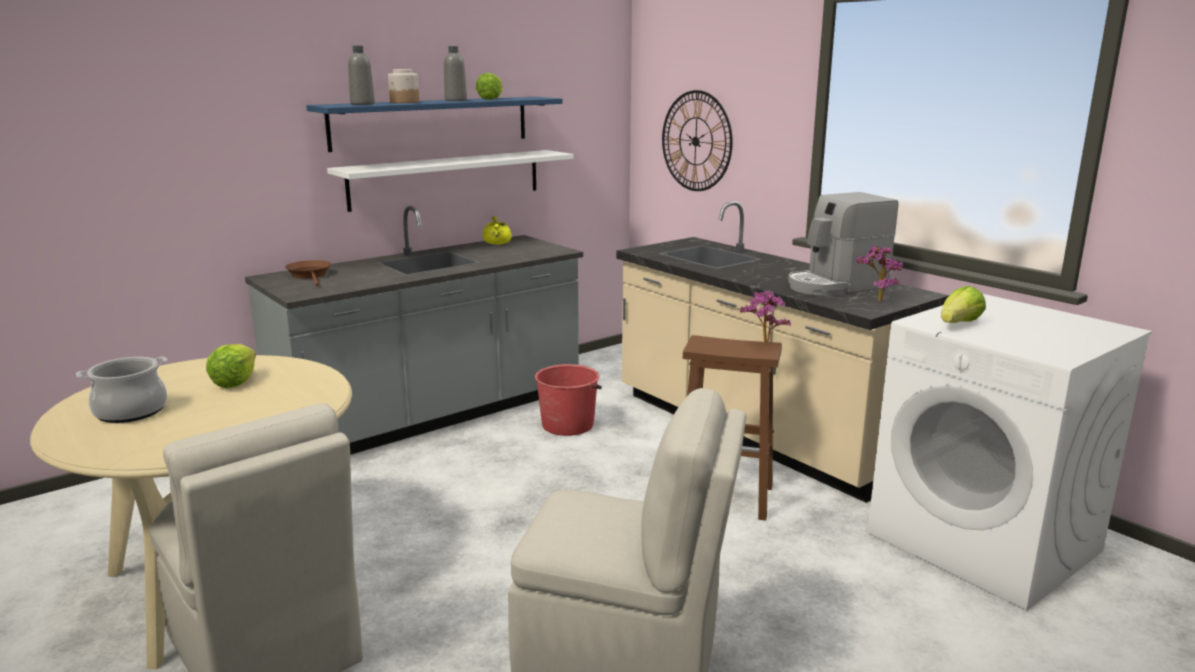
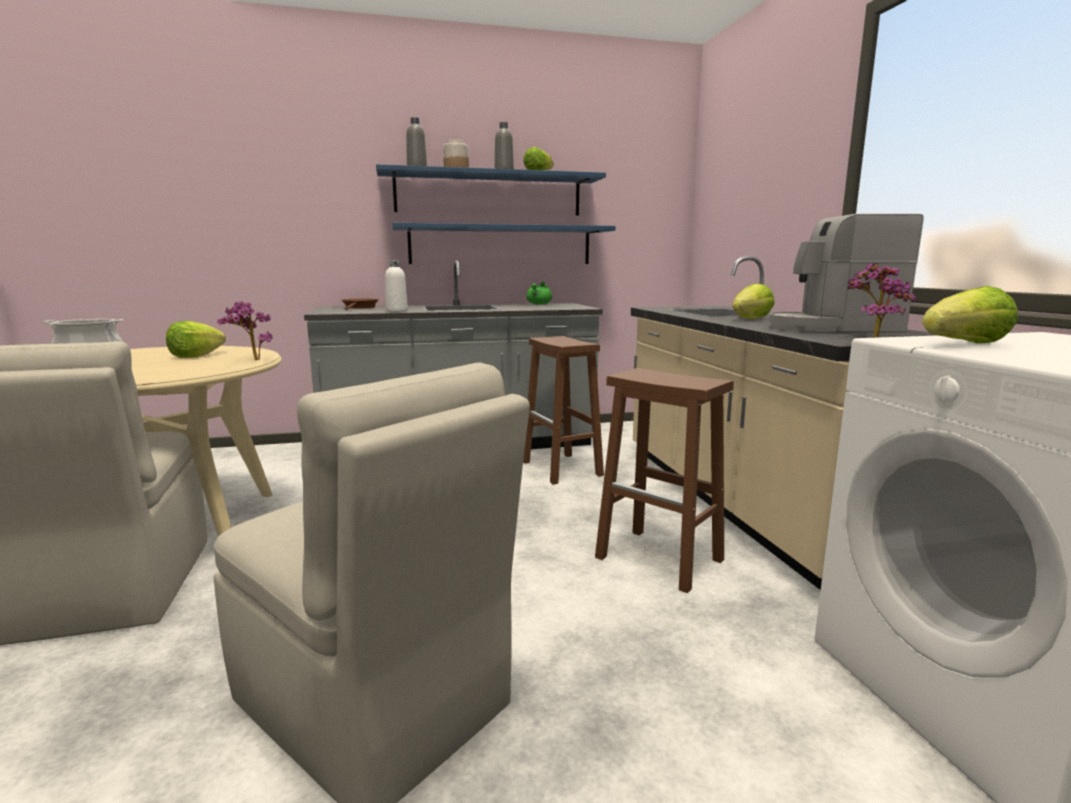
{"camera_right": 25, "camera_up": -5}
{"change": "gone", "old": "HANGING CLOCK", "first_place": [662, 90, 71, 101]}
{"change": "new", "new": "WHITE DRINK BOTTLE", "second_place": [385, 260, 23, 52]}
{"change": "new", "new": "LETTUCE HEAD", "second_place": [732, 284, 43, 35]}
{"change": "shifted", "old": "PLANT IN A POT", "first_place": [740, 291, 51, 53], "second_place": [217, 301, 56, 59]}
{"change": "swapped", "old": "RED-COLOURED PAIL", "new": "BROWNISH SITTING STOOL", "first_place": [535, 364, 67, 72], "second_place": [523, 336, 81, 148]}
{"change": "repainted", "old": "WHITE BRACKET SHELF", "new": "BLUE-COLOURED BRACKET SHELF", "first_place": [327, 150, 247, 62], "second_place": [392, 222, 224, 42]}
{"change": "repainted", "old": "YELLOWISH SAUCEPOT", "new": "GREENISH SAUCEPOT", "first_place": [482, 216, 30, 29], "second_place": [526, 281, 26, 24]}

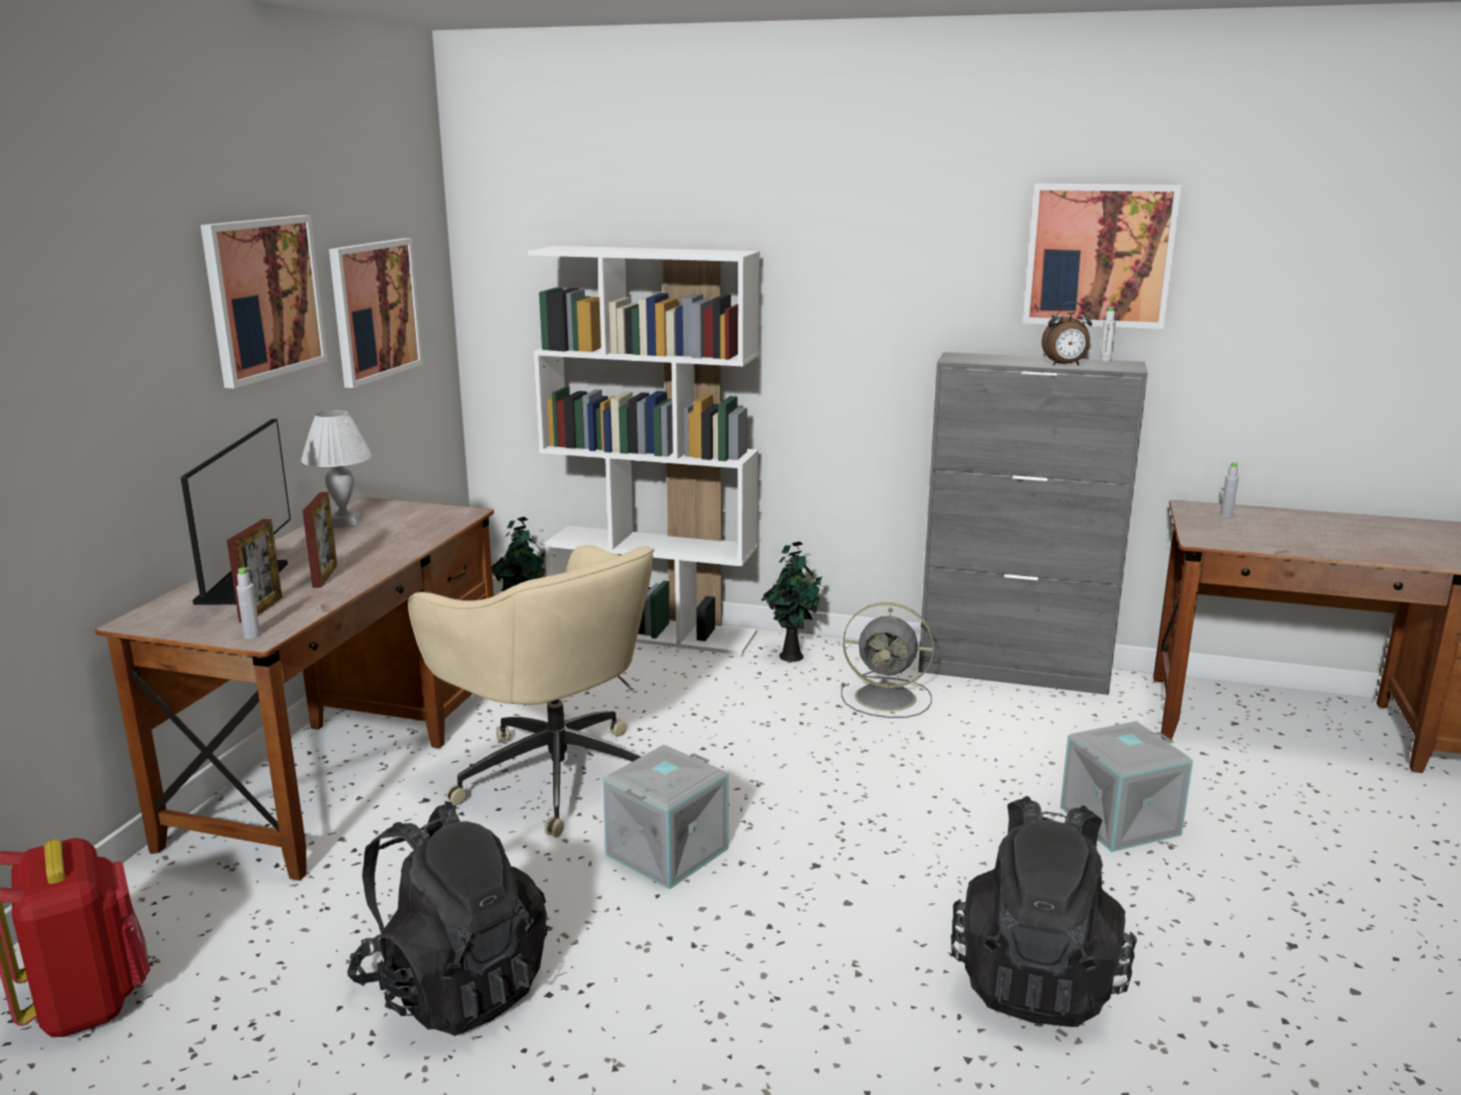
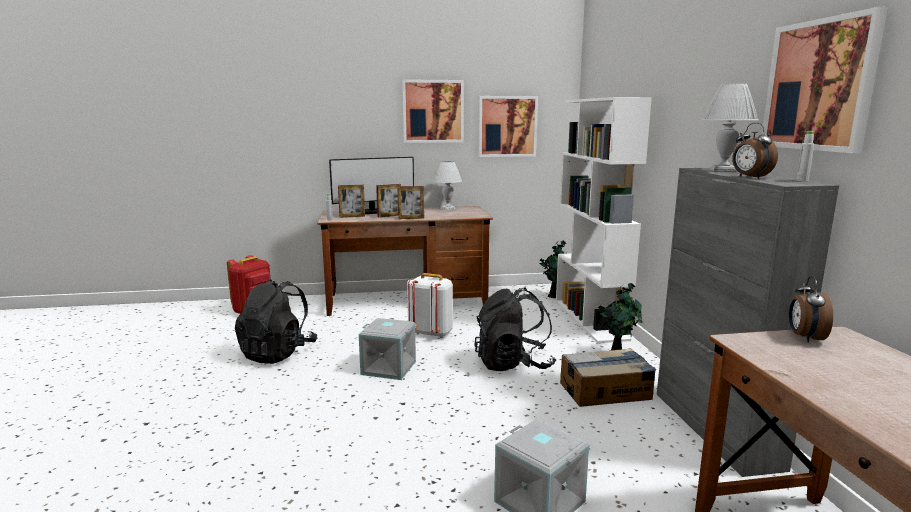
{"camera_right": 65, "camera_up": -5}
{"change": "gone", "old": "GREY DRINK BOTTLE", "first_place": [1220, 462, 19, 55]}
{"change": "new", "new": "PHOTO FRAME", "second_place": [398, 186, 26, 33]}
{"change": "new", "new": "WHITE LAMP FOR A TABLE", "second_place": [702, 84, 56, 88]}
{"change": "new", "new": "TABLE CLOCK", "second_place": [789, 276, 44, 66]}
{"change": "shifted", "old": "BLACK RUCKSACK", "first_place": [951, 796, 186, 231], "second_place": [474, 287, 82, 84]}
{"change": "swapped", "old": "BEIGE-COLOURED COMPUTER CHAIR", "new": "WHITE RUCKSACK", "first_place": [408, 545, 246, 292], "second_place": [407, 273, 46, 65]}
{"change": "swapped", "old": "GREY FAN", "new": "CARTON", "first_place": [841, 602, 93, 116], "second_place": [560, 348, 96, 59]}

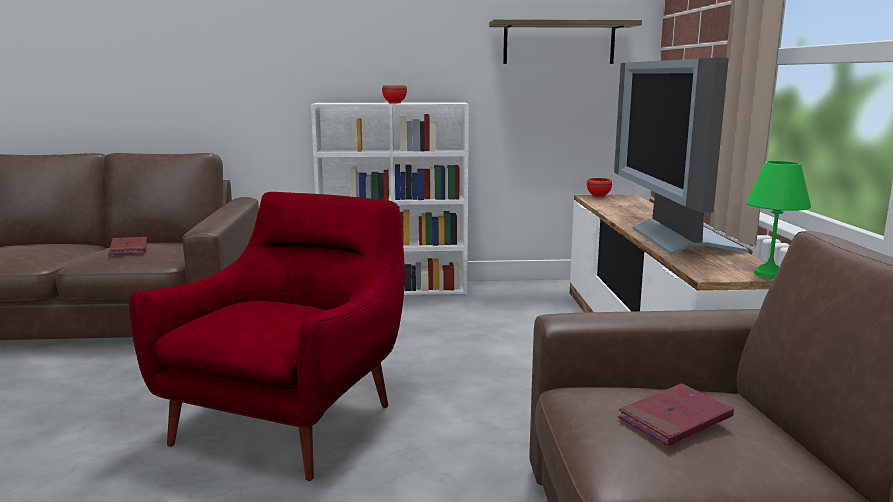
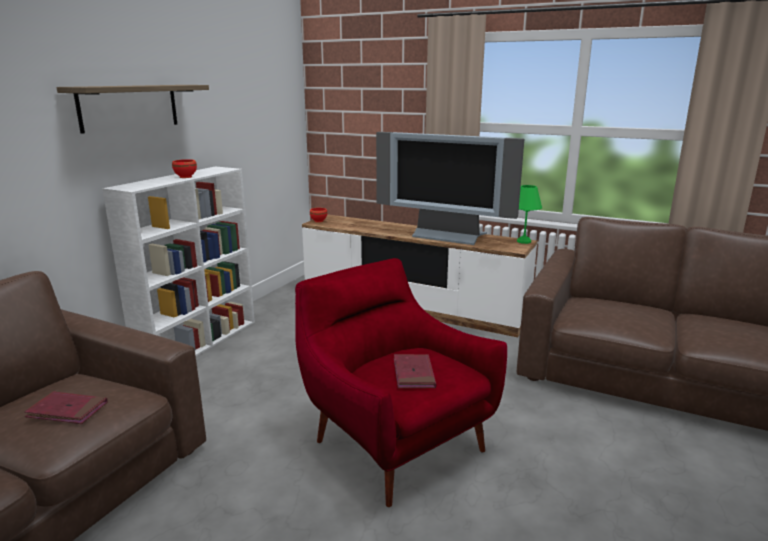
{"camera_right": -60, "camera_up": 5}
{"change": "shifted", "old": "BRACKET SHELF", "first_place": [489, 19, 153, 45], "second_place": [56, 85, 153, 49]}
{"change": "shifted", "old": "RED-COLOURED BOOK", "first_place": [618, 384, 116, 62], "second_place": [394, 354, 42, 34]}

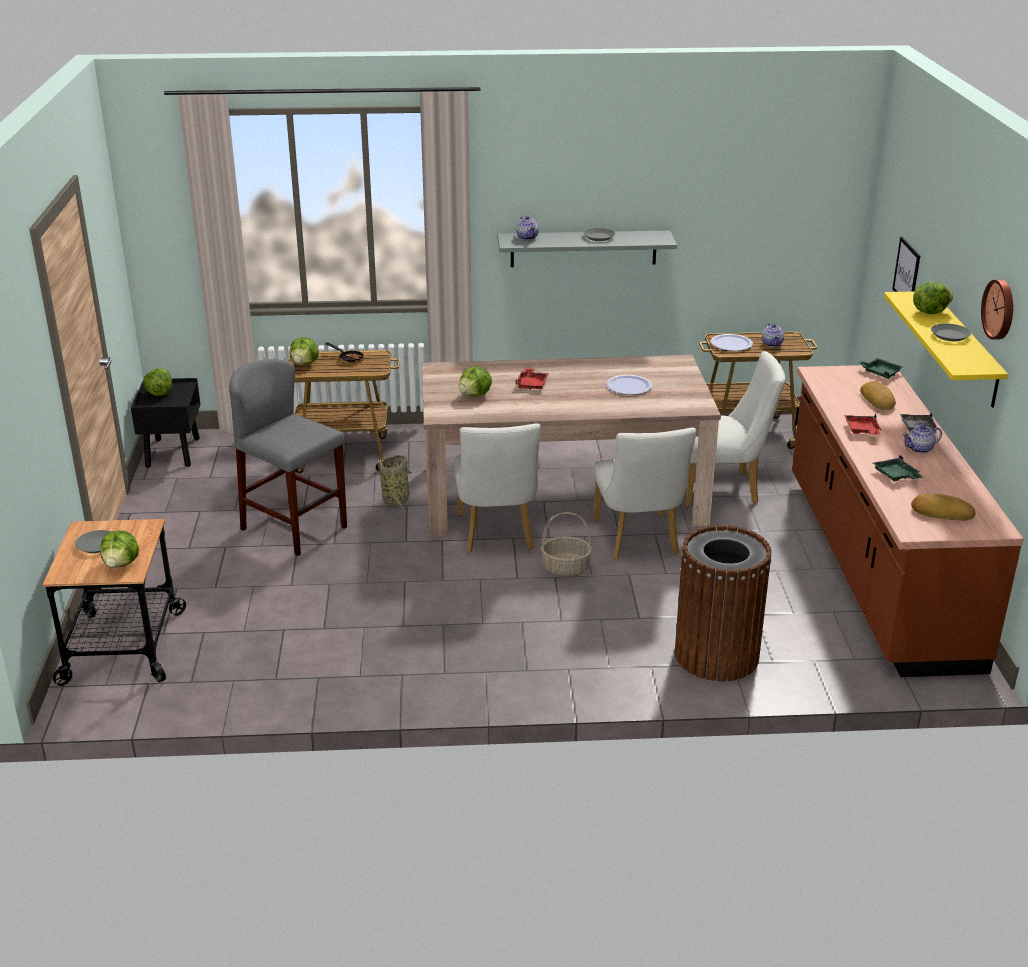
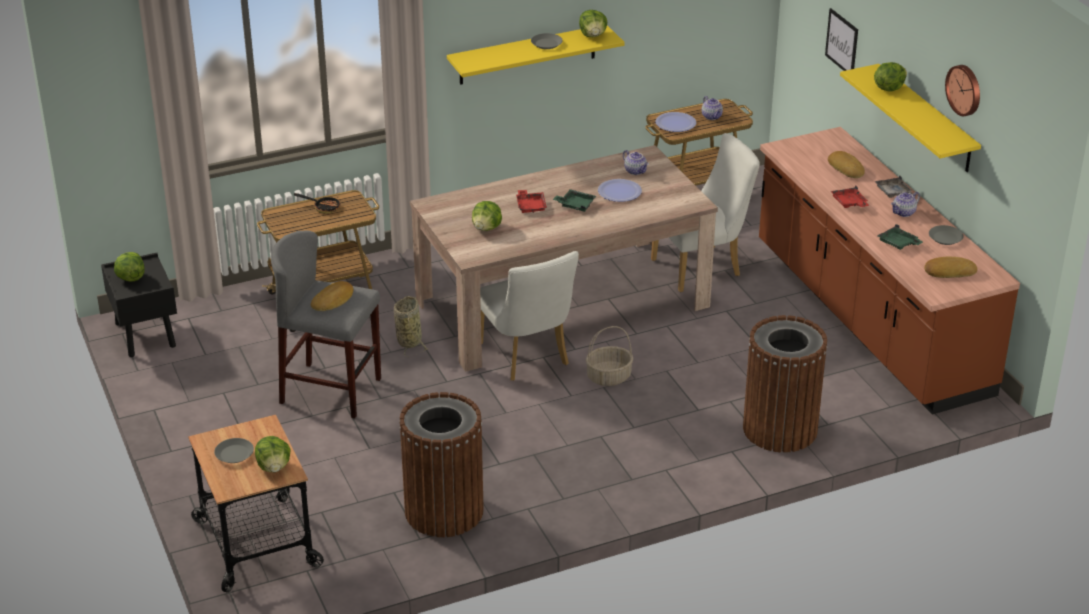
{"camera_right": -20, "camera_up": 5}
{"change": "gone", "old": "WHITE CHAIR", "first_place": [594, 427, 102, 133]}
{"change": "new", "new": "BAKED BREAD", "second_place": [311, 281, 42, 30]}
{"change": "new", "new": "BROWNISH TRASH CAN", "second_place": [399, 392, 85, 145]}
{"change": "shifted", "old": "LETTUCE HEAD", "first_place": [290, 337, 29, 28], "second_place": [579, 10, 28, 27]}
{"change": "shifted", "old": "TEA POT", "first_place": [516, 216, 23, 24], "second_place": [623, 150, 26, 25]}
{"change": "shifted", "old": "GREENISH SERVING TRAY", "first_place": [858, 358, 45, 21], "second_place": [553, 189, 43, 23]}
{"change": "shifted", "old": "GREY FLAT DISH", "first_place": [931, 323, 40, 18], "second_place": [929, 225, 35, 20]}
{"change": "repainted", "old": "GREY BRACKET SHELF", "new": "YELLOWISH BRACKET SHELF", "first_place": [498, 231, 179, 36], "second_place": [447, 25, 178, 60]}

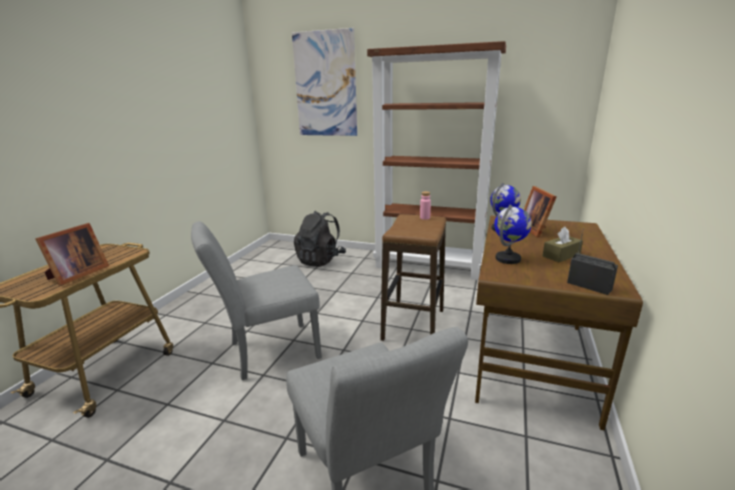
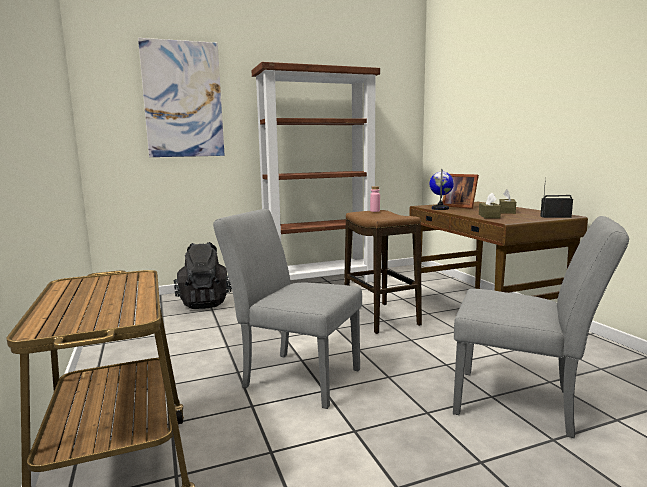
{"camera_right": -40, "camera_up": -10}
{"change": "gone", "old": "PHOTO FRAME", "first_place": [35, 223, 74, 63]}
{"change": "swapped", "old": "DESK GLOBE", "new": "BROWNISH BOX OF TISSUES", "first_place": [494, 204, 38, 60], "second_place": [479, 193, 22, 26]}
{"change": "rotated", "old": "GREY CHAIR", "first_place": [191, 221, 131, 159], "second_place": [213, 209, 149, 200], "degrees": 90}

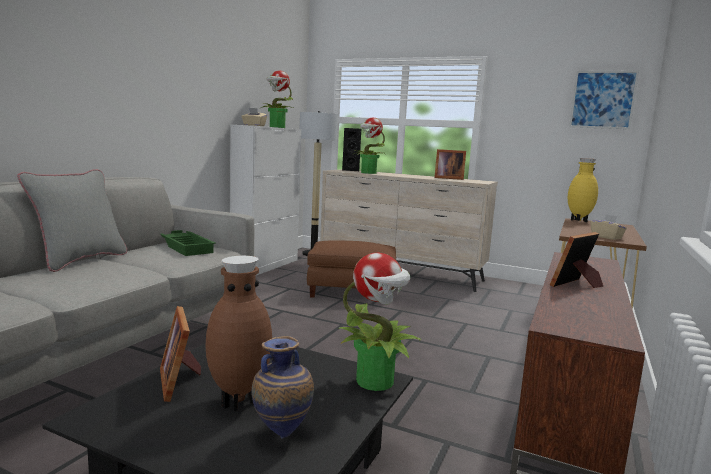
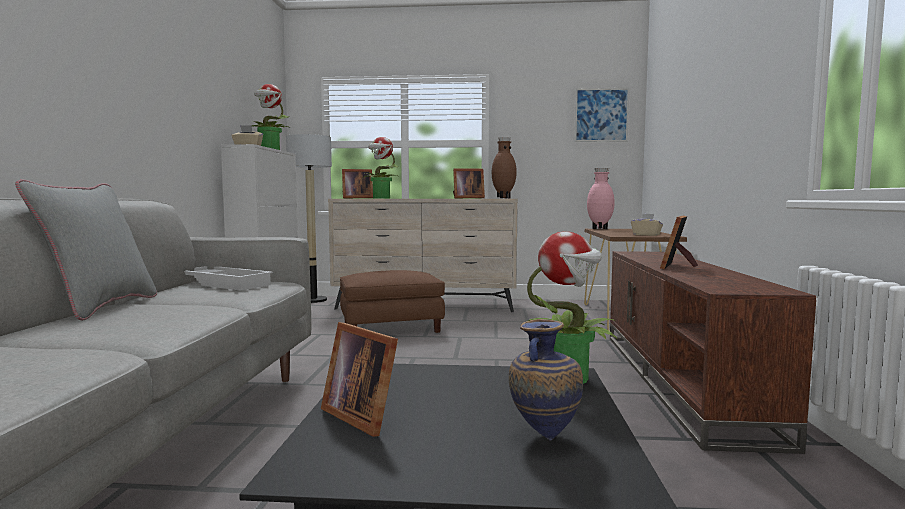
{"camera_right": -20, "camera_up": -5}
{"change": "shifted", "old": "BROWNISH DECORATIVE VASE", "first_place": [205, 256, 67, 155], "second_place": [492, 137, 25, 61]}
{"change": "swapped", "old": "BLACK AUDIO SPEAKER", "new": "PHOTO FRAME", "first_place": [342, 128, 19, 43], "second_place": [342, 169, 31, 29]}
{"change": "repainted", "old": "GREENISH SERVING TRAY", "new": "WHITE SERVING TRAY", "first_place": [160, 230, 56, 26], "second_place": [184, 267, 89, 24]}
{"change": "repainted", "old": "YELLOWISH DECORATIVE VASE", "new": "PINK DECORATIVE VASE", "first_place": [568, 158, 30, 64], "second_place": [587, 168, 28, 61]}

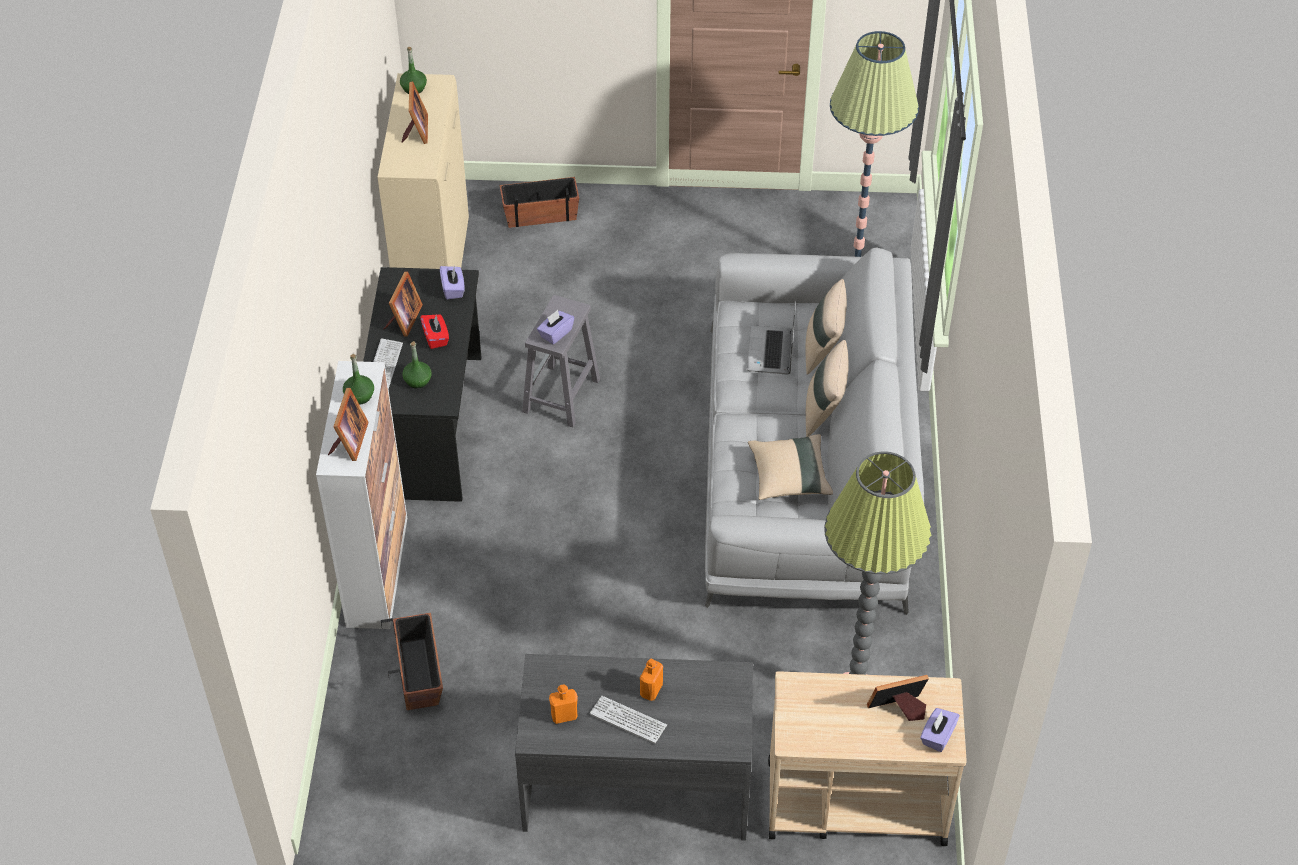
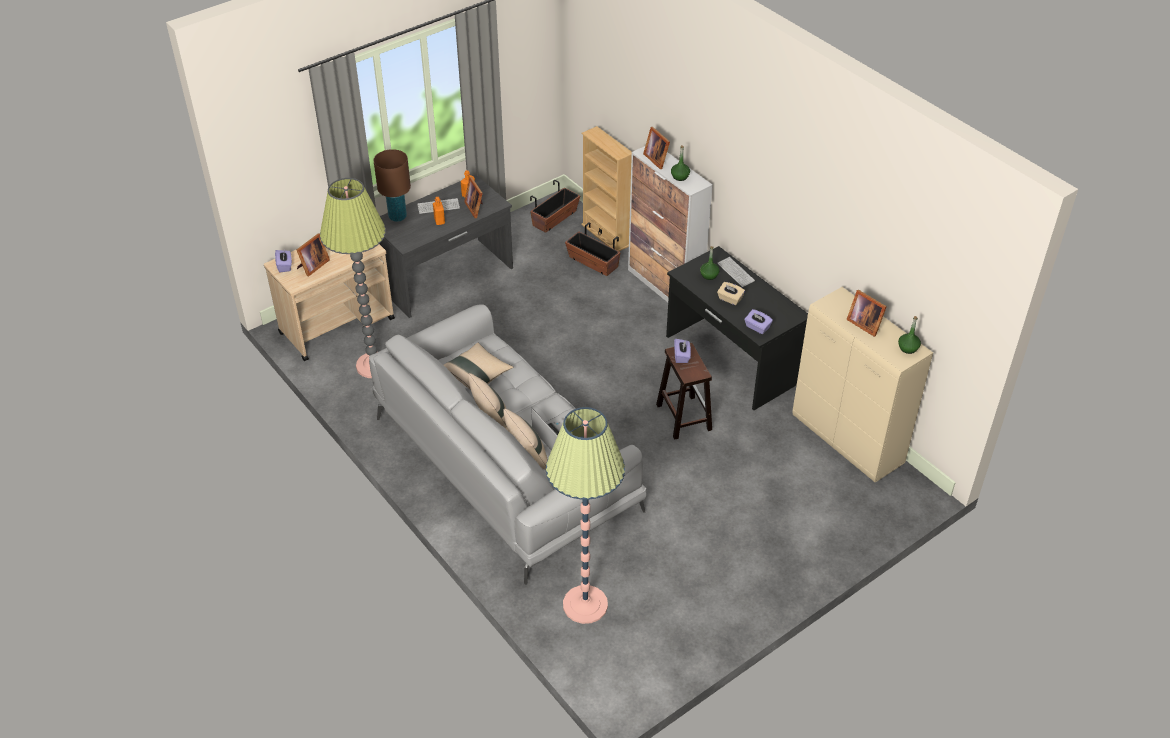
{"camera_right": 140, "camera_up": -5}
{"change": "new", "new": "BROWNISH LAMP FOR A TABLE", "second_place": [373, 149, 38, 73]}
{"change": "new", "new": "BEIGE-COLOURED BOOKSHELF", "second_place": [581, 126, 51, 125]}
{"change": "shifted", "old": "PHOTO FRAME", "first_place": [384, 271, 39, 66], "second_place": [464, 177, 19, 41]}
{"change": "shifted", "old": "PLANTER", "first_place": [500, 177, 79, 51], "second_place": [530, 180, 50, 53]}
{"change": "repainted", "old": "RED-COLOURED BOX OF TISSUES", "new": "BEIGE-COLOURED BOX OF TISSUES", "first_place": [420, 315, 29, 34], "second_place": [717, 282, 28, 23]}
{"change": "repainted", "old": "GREY SITTING STOOL", "new": "BROWNISH SITTING STOOL", "first_place": [522, 295, 78, 132], "second_place": [656, 343, 56, 97]}

